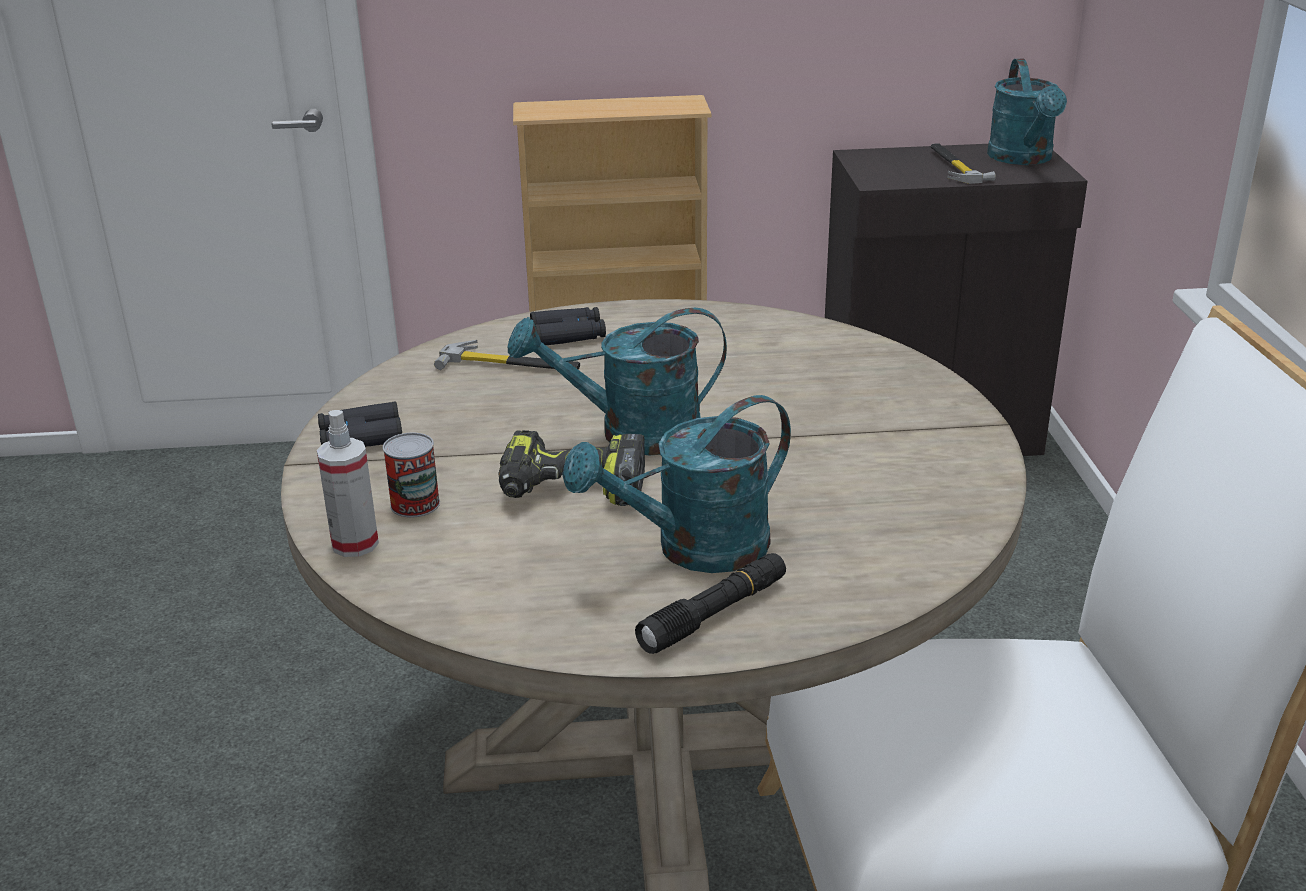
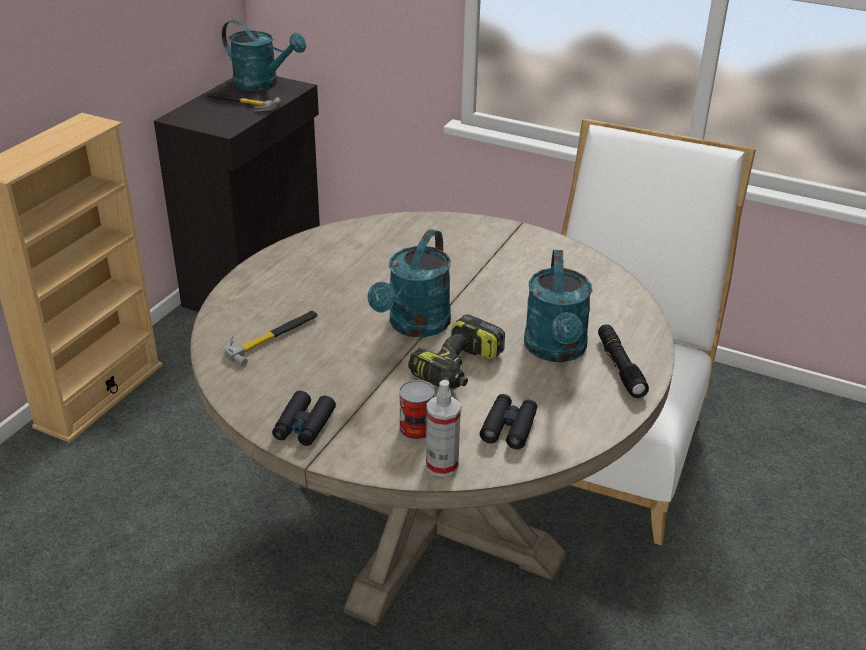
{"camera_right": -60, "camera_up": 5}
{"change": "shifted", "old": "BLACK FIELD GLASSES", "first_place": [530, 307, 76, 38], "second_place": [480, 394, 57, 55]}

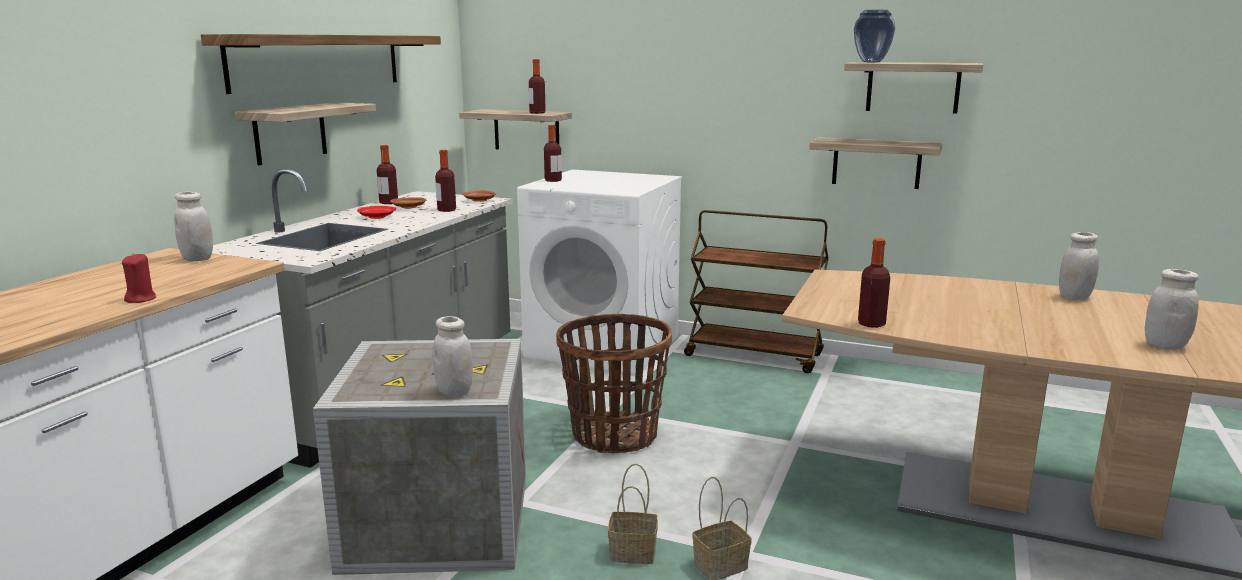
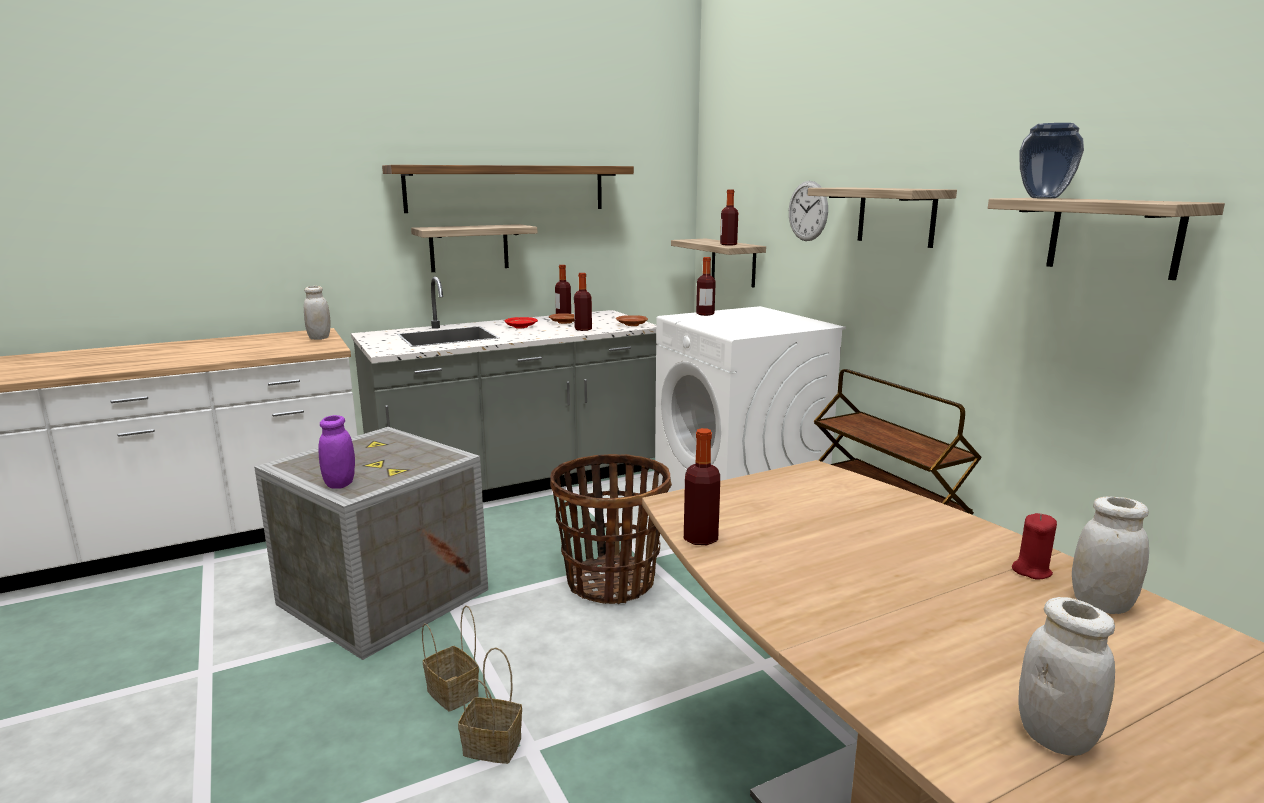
{"camera_right": 40, "camera_up": 0}
{"change": "new", "new": "HANGING CLOCK", "second_place": [789, 181, 39, 60]}
{"change": "shifted", "old": "RED-COLOURED WAX CANDLE", "first_place": [122, 253, 34, 50], "second_place": [1012, 513, 45, 66]}
{"change": "shifted", "old": "BRACKET SHELF", "first_place": [809, 137, 133, 52], "second_place": [808, 187, 149, 61]}
{"change": "repainted", "old": "WHITE PRESERVE JAR", "new": "PURPLE-COLOURED PRESERVE JAR", "first_place": [433, 316, 40, 81], "second_place": [318, 415, 37, 74]}

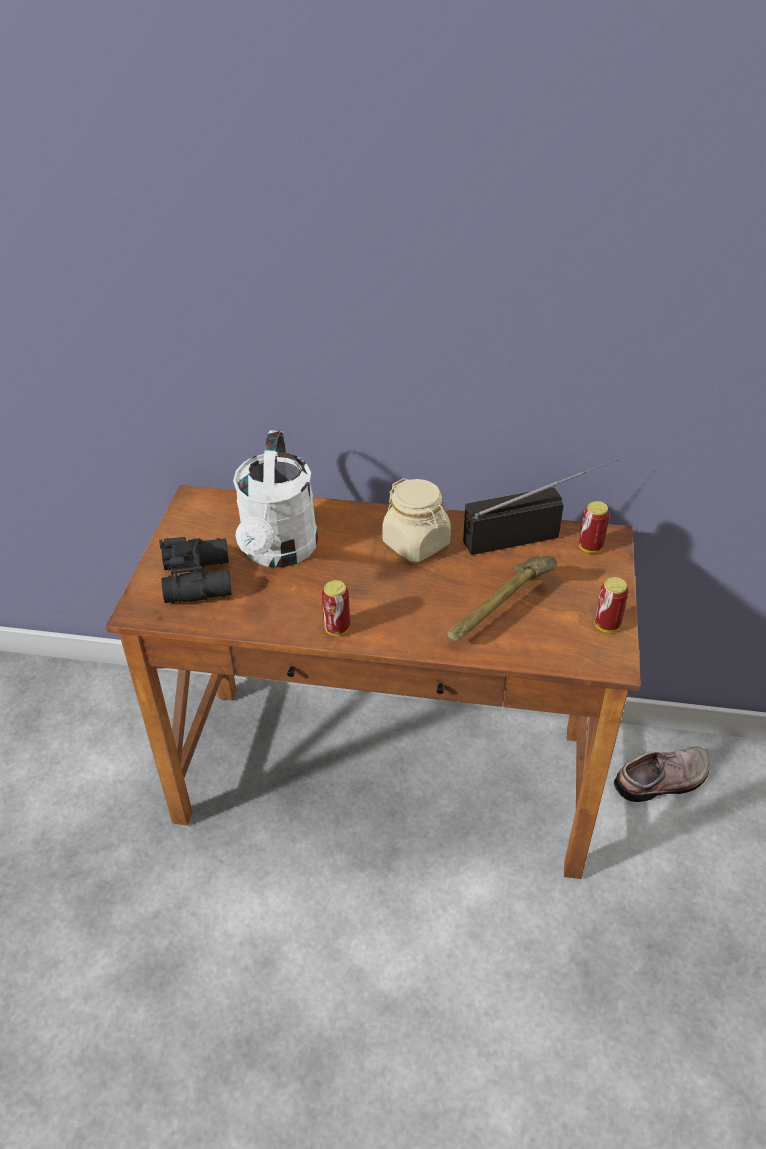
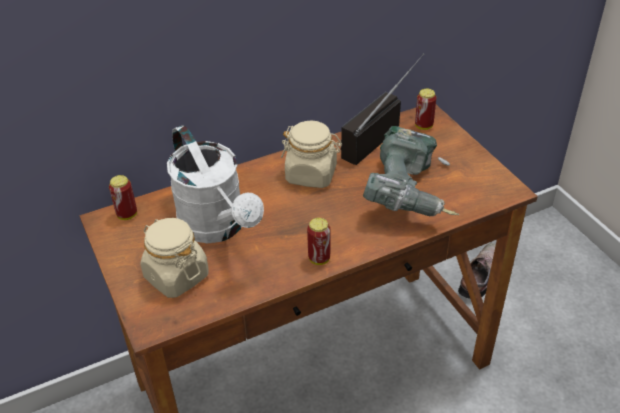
{"camera_right": -35, "camera_up": 0}
{"change": "shifted", "old": "CAN", "first_place": [595, 577, 34, 55], "second_place": [109, 175, 28, 45]}
{"change": "swapped", "old": "BLACK FIELD GLASSES", "new": "BEIGE-COLOURED PRESERVE JAR", "first_place": [159, 537, 73, 66], "second_place": [141, 218, 67, 80]}
{"change": "swapped", "old": "TOOL HAMMER", "new": "POWER DRILL", "first_place": [447, 556, 110, 85], "second_place": [363, 126, 97, 90]}

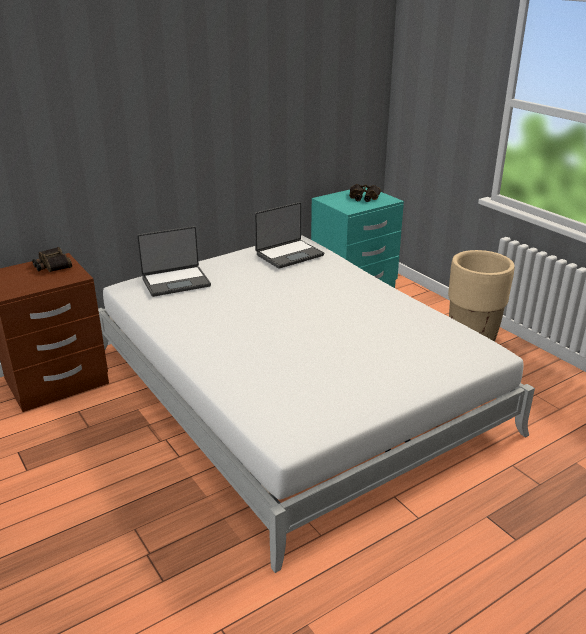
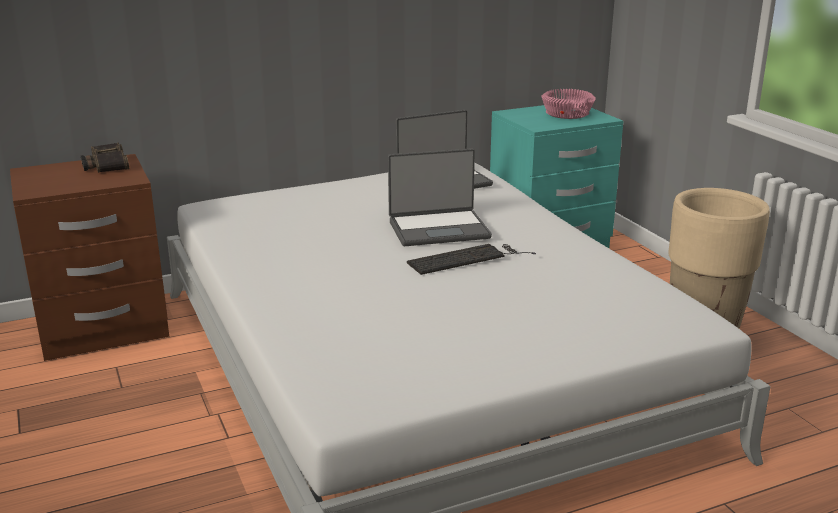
{"camera_right": 10, "camera_up": -5}
{"change": "new", "new": "KEYBOARD", "second_place": [407, 244, 129, 31]}
{"change": "shifted", "old": "NOTEBOOK COMPUTER", "first_place": [137, 226, 74, 71], "second_place": [388, 148, 104, 98]}
{"change": "swapped", "old": "FIELD GLASSES", "new": "PINK SERVING BOWL", "first_place": [349, 184, 32, 18], "second_place": [542, 89, 54, 30]}

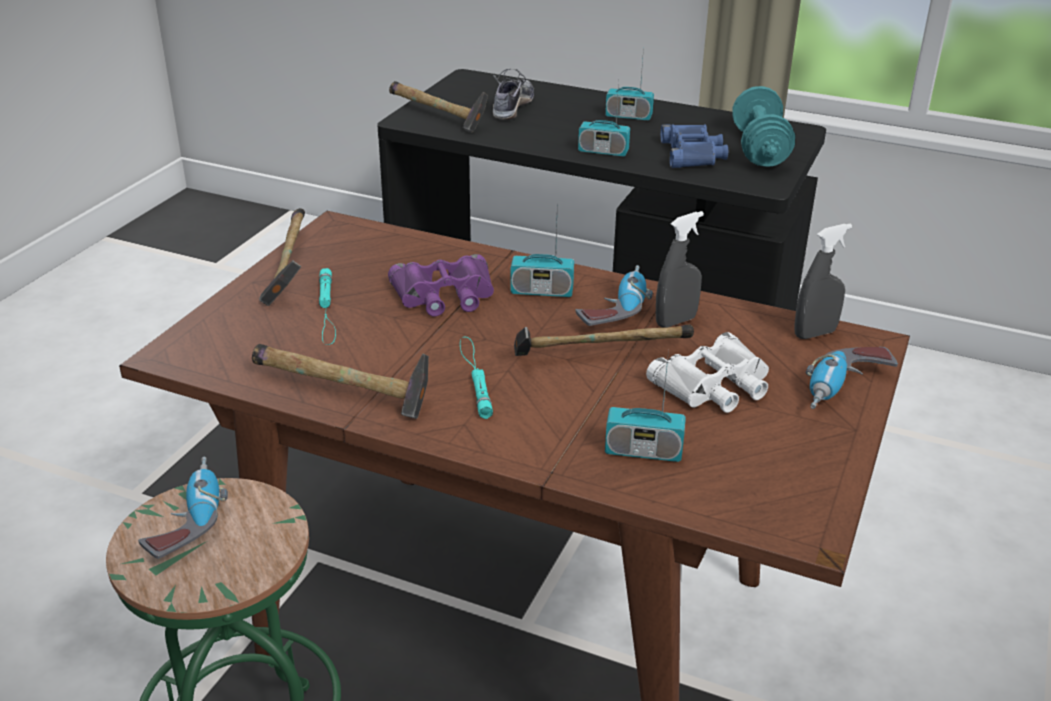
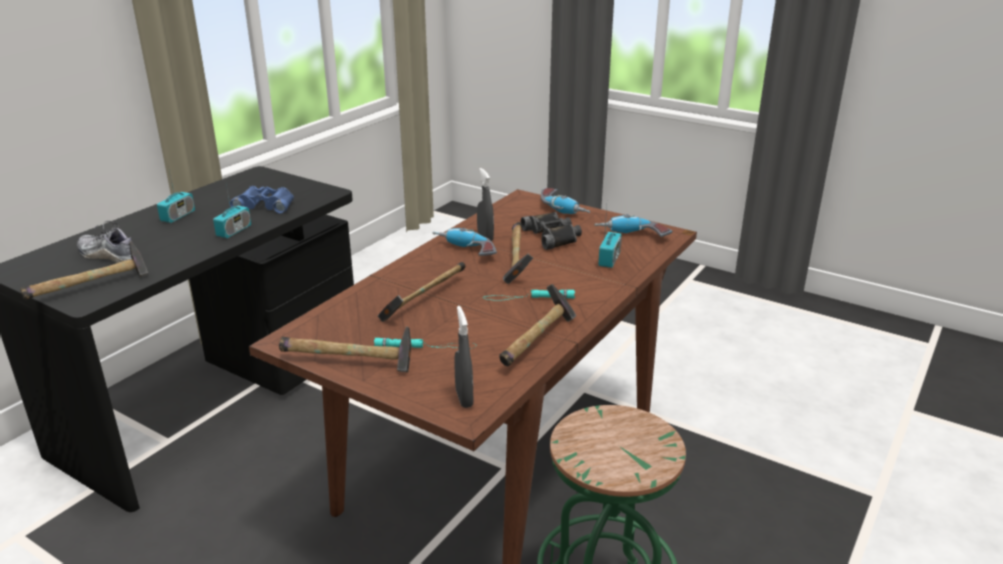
{"camera_right": -80, "camera_up": -5}
{"change": "gone", "old": "RADIO SET", "first_place": [510, 203, 64, 94]}
{"change": "gone", "old": "TURQUOISE-COLOURED DUMBBELL", "first_place": [732, 86, 63, 81]}
{"change": "shifted", "old": "POWER DRILL", "first_place": [138, 457, 90, 102], "second_place": [595, 214, 77, 23]}
{"change": "shifted", "old": "GREY HAND SPRAYER", "first_place": [794, 224, 58, 115], "second_place": [454, 306, 19, 102]}
{"change": "swapped", "old": "PURPLE-COLOURED FIELD GLASSES", "new": "TOOL HAMMER", "first_place": [388, 254, 106, 62], "second_place": [378, 262, 87, 60]}
{"change": "repainted", "old": "WHITE FIELD GLASSES", "new": "BLACK FIELD GLASSES", "first_place": [646, 332, 123, 81], "second_place": [520, 212, 62, 38]}

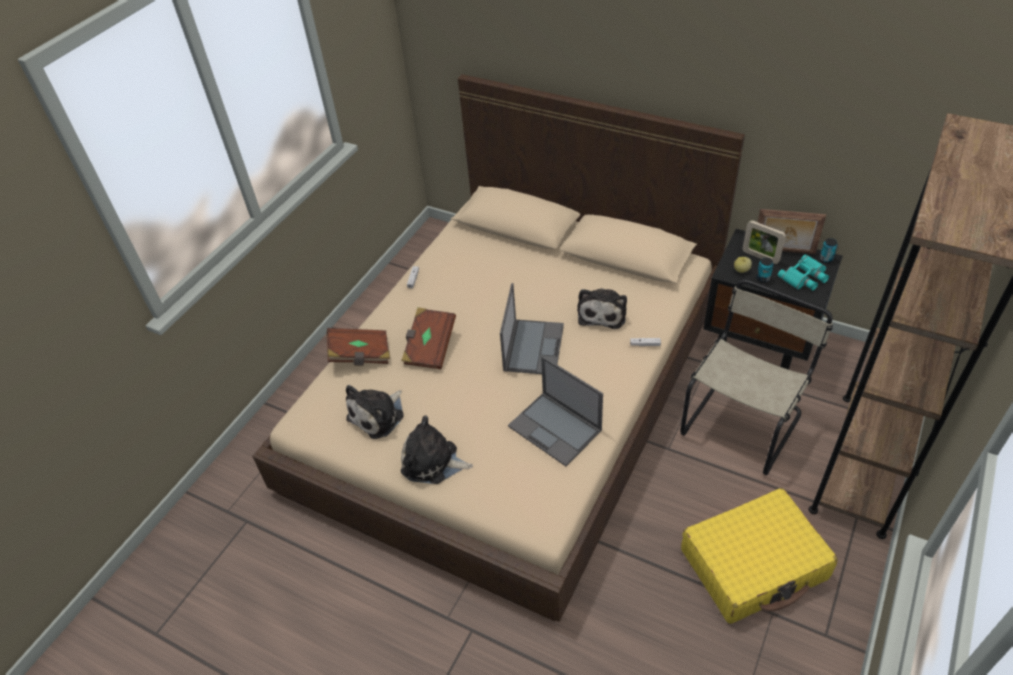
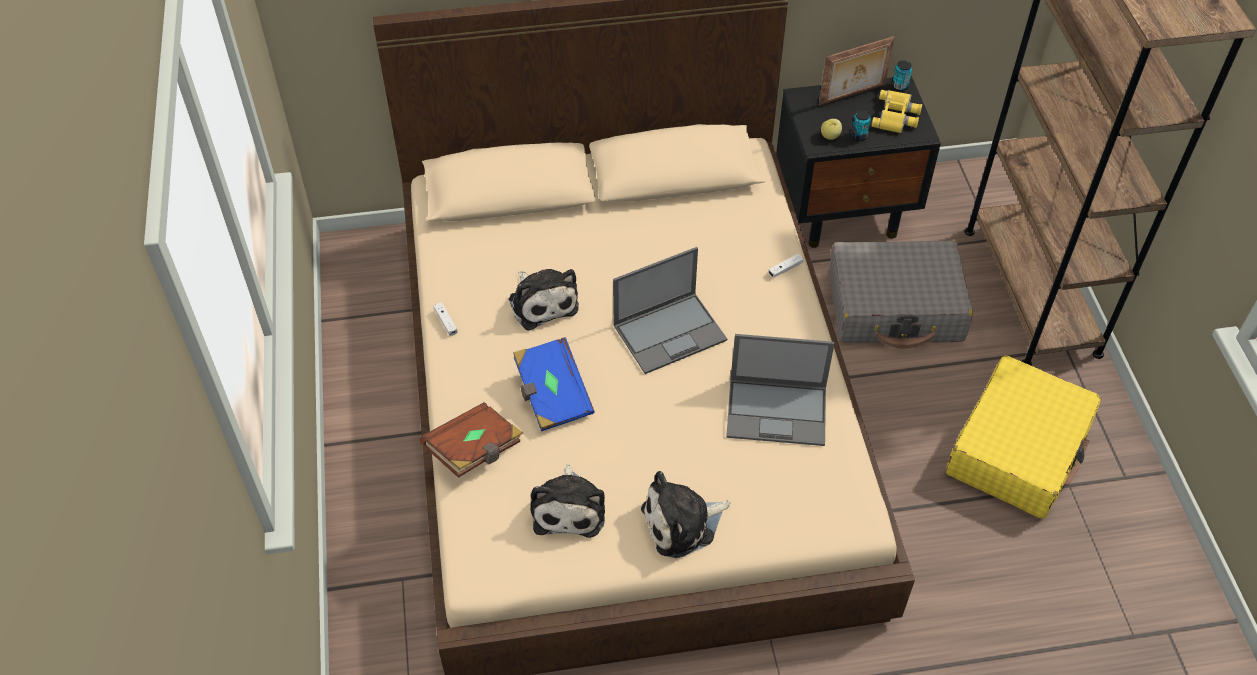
{"camera_right": -40, "camera_up": 5}
{"change": "gone", "old": "PHOTO FRAME", "first_place": [743, 220, 43, 44]}
{"change": "shifted", "old": "CUDDLY TOY", "first_place": [577, 288, 50, 41], "second_place": [509, 269, 70, 61]}
{"change": "swapped", "old": "BEIGE-COLOURED CHAIR", "new": "GREY TRAVEL CASE", "first_place": [680, 279, 153, 196], "second_place": [829, 241, 144, 107]}
{"change": "repainted", "old": "BROWNISH BOOK", "new": "BLUE-COLOURED BOOK", "first_place": [401, 307, 55, 62], "second_place": [513, 337, 82, 95]}
{"change": "repainted", "old": "TURQUOISE-COLOURED FIELD GLASSES", "new": "YELLOWISH FIELD GLASSES", "first_place": [778, 254, 51, 37], "second_place": [871, 90, 51, 43]}
{"change": "rotated", "old": "NOTEBOOK COMPUTER", "first_place": [500, 283, 64, 91], "second_place": [613, 247, 114, 127], "degrees": 90}

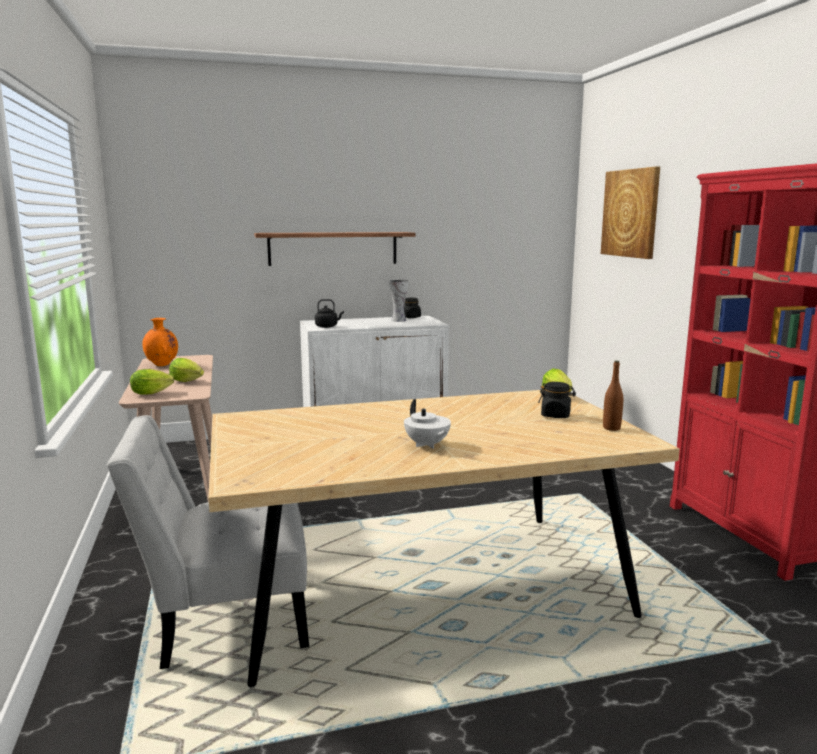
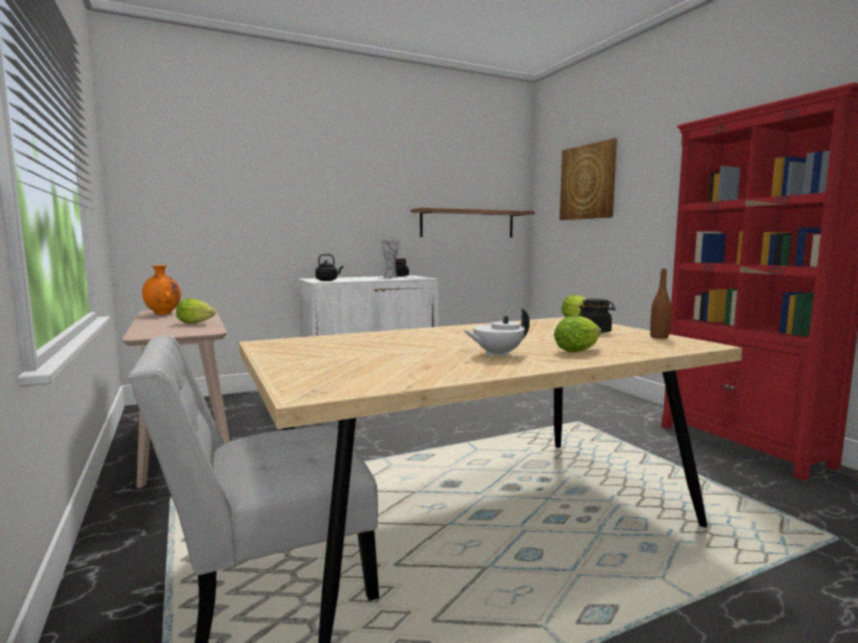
{"camera_right": -10, "camera_up": -5}
{"change": "shifted", "old": "LETTUCE HEAD", "first_place": [130, 369, 44, 26], "second_place": [554, 316, 47, 36]}
{"change": "shifted", "old": "BRACKET SHELF", "first_place": [254, 232, 162, 34], "second_place": [411, 208, 124, 30]}
{"change": "rotated", "old": "WHITE TEA POT", "first_place": [404, 399, 47, 50], "second_place": [464, 309, 66, 48], "degrees": 105}

